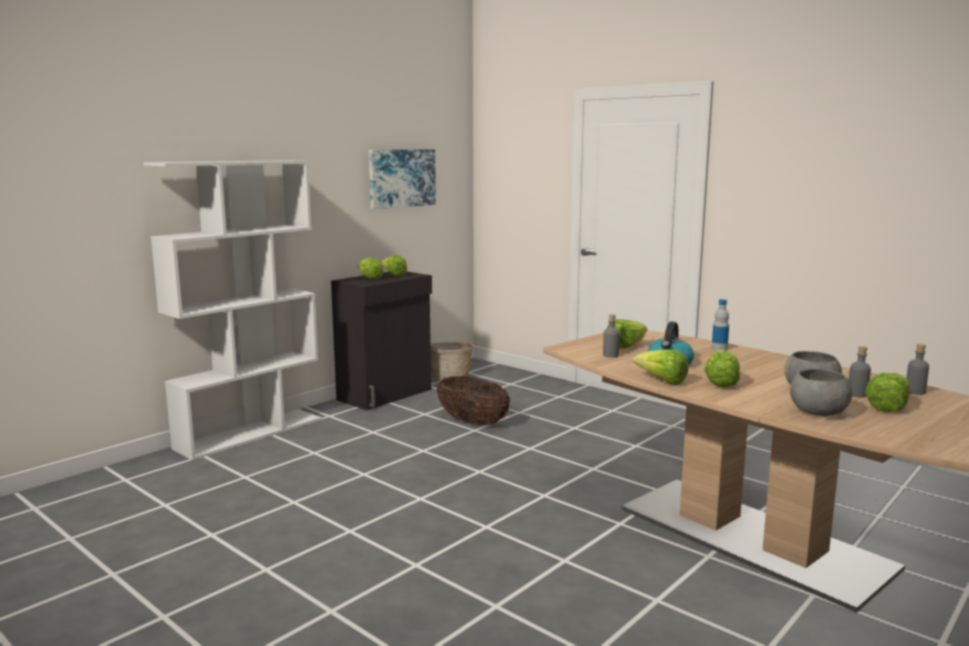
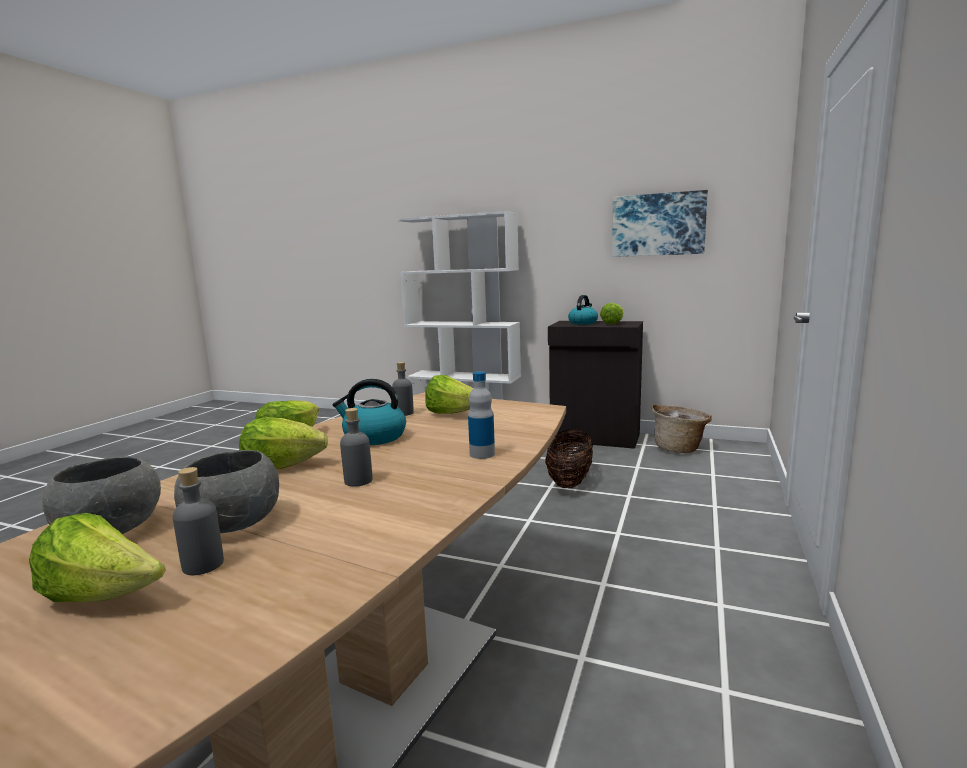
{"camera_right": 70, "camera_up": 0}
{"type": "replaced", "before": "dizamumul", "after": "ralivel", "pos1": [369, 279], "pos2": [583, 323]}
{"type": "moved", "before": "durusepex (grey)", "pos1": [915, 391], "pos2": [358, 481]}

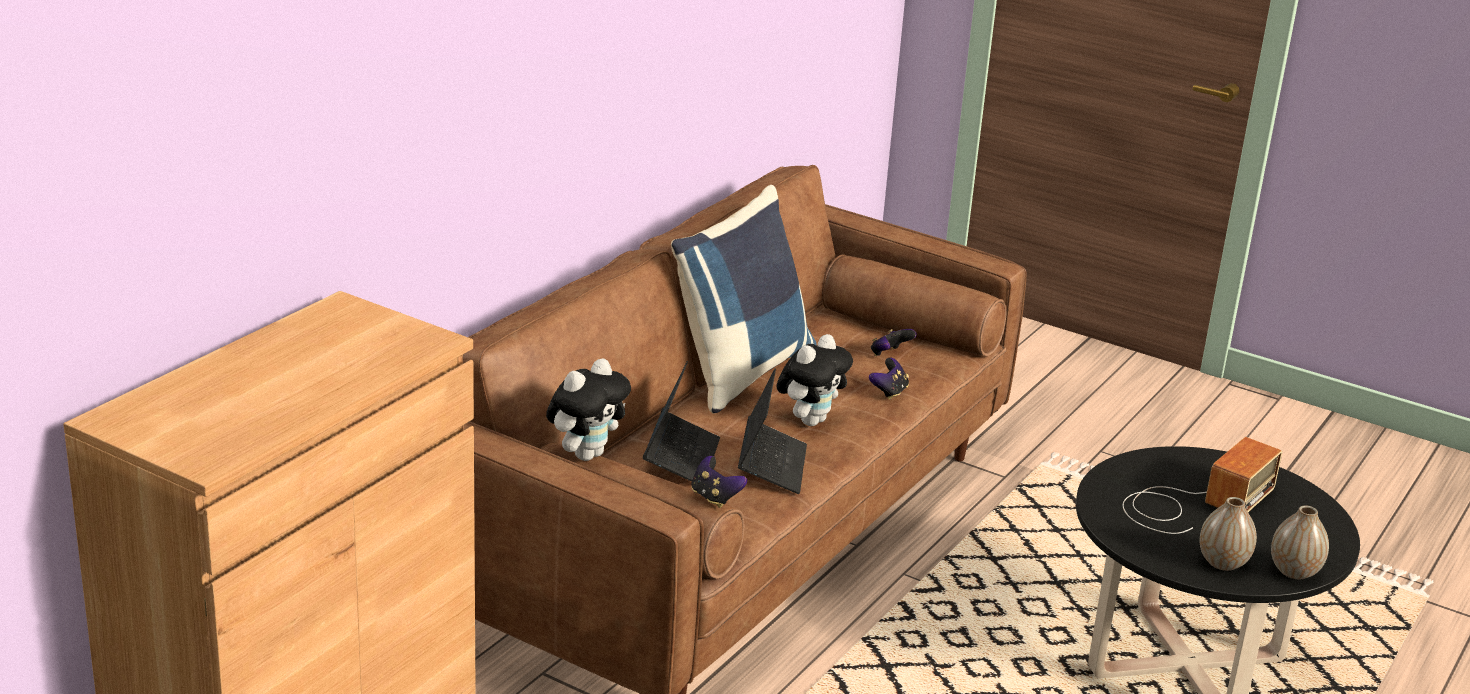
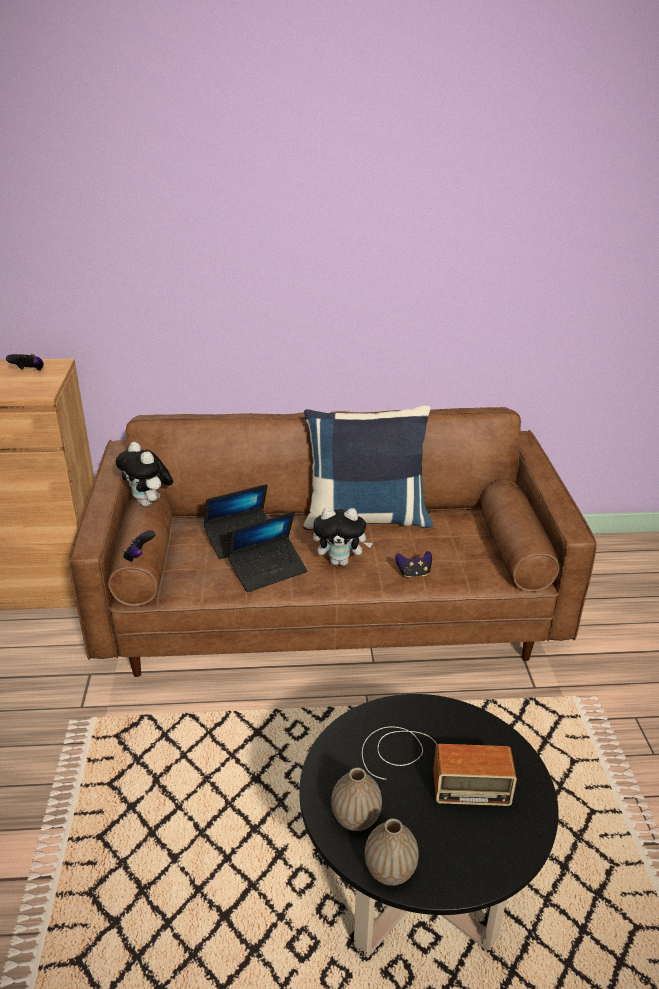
{"camera_right": 55, "camera_up": 5}
{"type": "moved", "before": "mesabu", "pos1": [889, 355], "pos2": [29, 371]}
{"type": "turned", "before": "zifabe", "pos1": [587, 454], "pos2": [149, 503], "turn": 45}

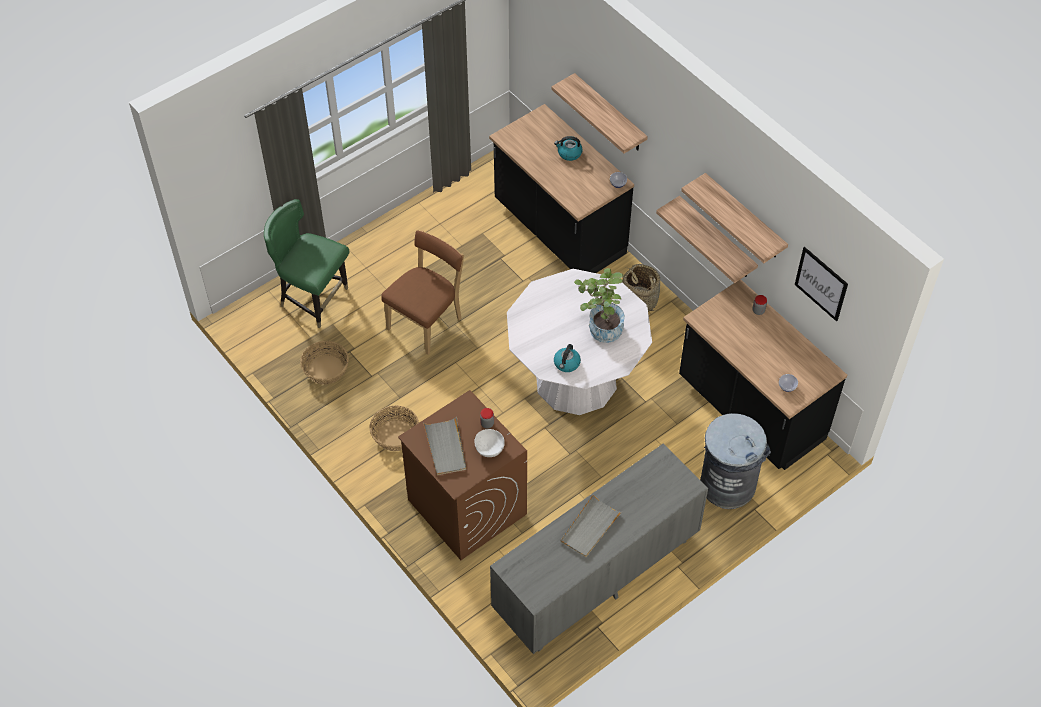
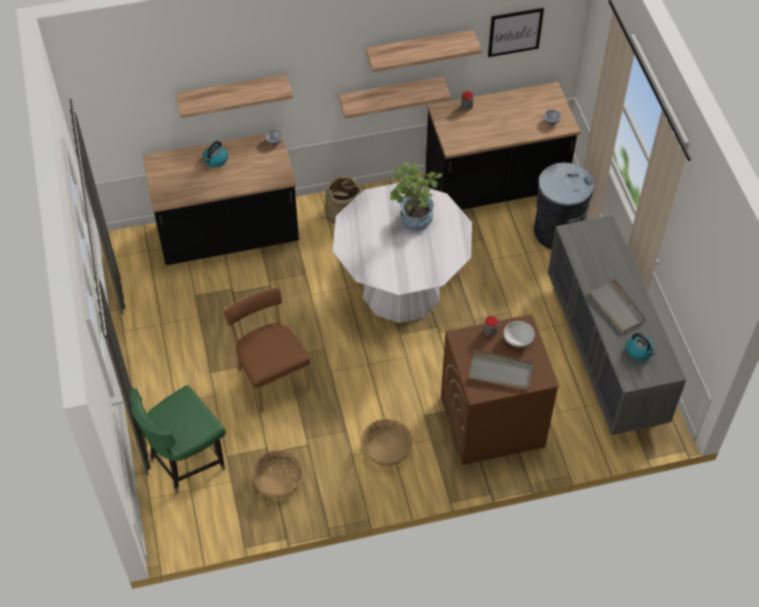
{"camera_right": -65, "camera_up": 0}
{"type": "moved", "before": "ralivel", "pos1": [566, 364], "pos2": [639, 351]}

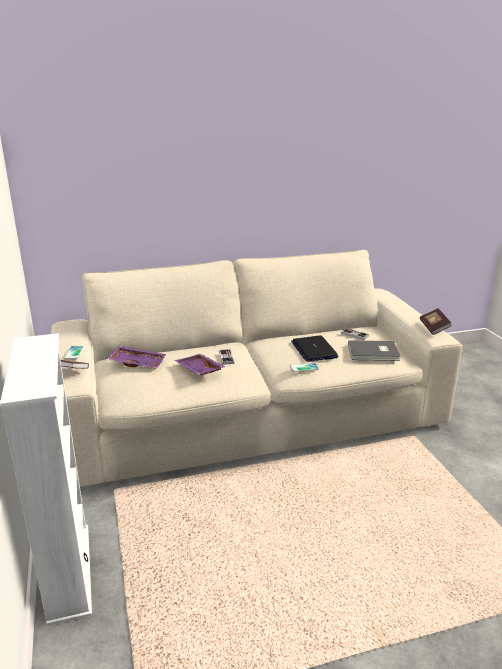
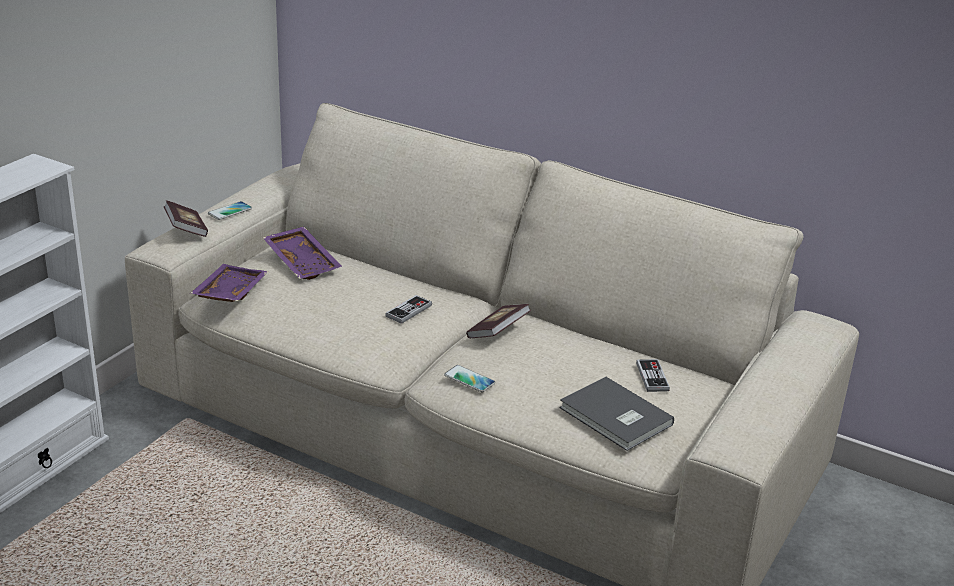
{"camera_right": 45, "camera_up": 5}
{"type": "moved", "before": "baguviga", "pos1": [434, 328], "pos2": [497, 332]}
{"type": "removed", "before": "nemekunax", "pos1": [314, 349]}
{"type": "moved", "before": "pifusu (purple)", "pos1": [198, 371], "pos2": [229, 293]}

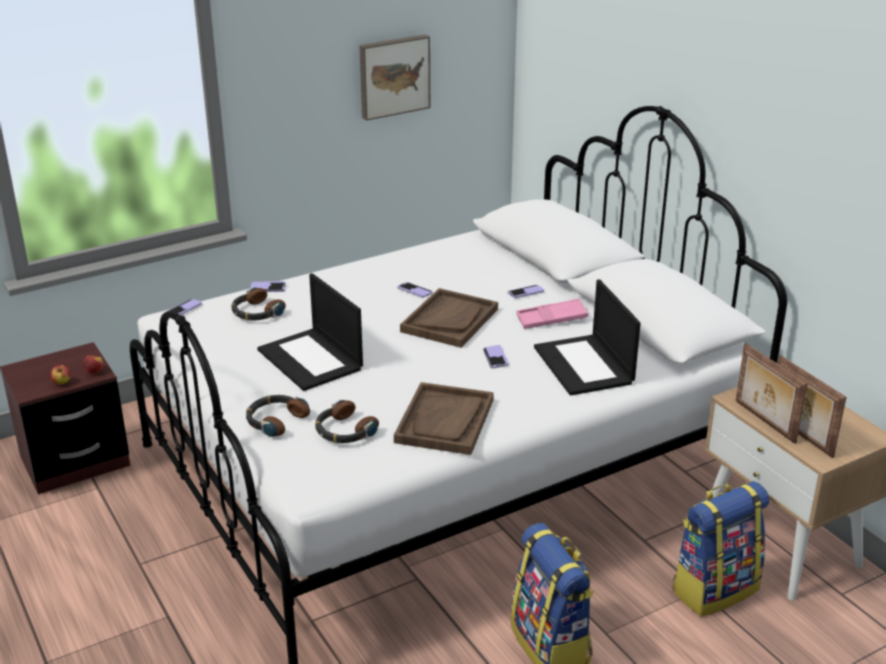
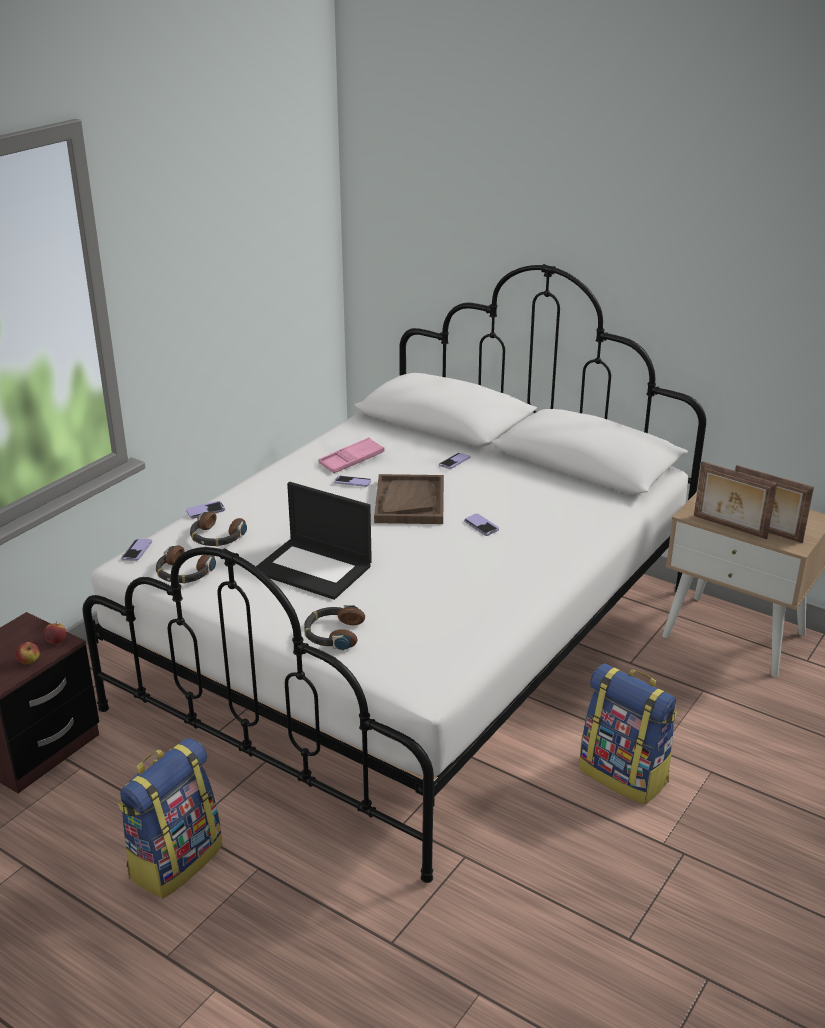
{"camera_right": -25, "camera_up": 0}
{"type": "removed", "before": "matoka", "pos1": [393, 76]}
{"type": "removed", "before": "nemekunax", "pos1": [584, 365]}
{"type": "moved", "before": "pifusu (pink)", "pos1": [551, 319], "pos2": [351, 460]}
{"type": "removed", "before": "pifusu (brown)", "pos1": [445, 421]}
{"type": "moved", "before": "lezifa", "pos1": [344, 431], "pos2": [184, 573]}
{"type": "moved", "before": "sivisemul", "pos1": [714, 589], "pos2": [175, 860]}

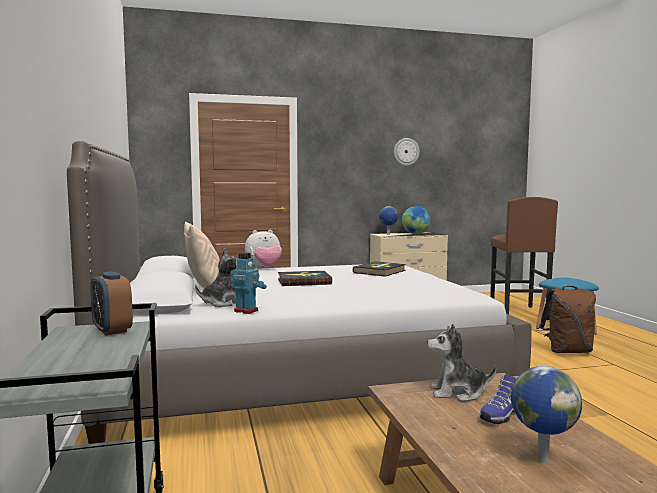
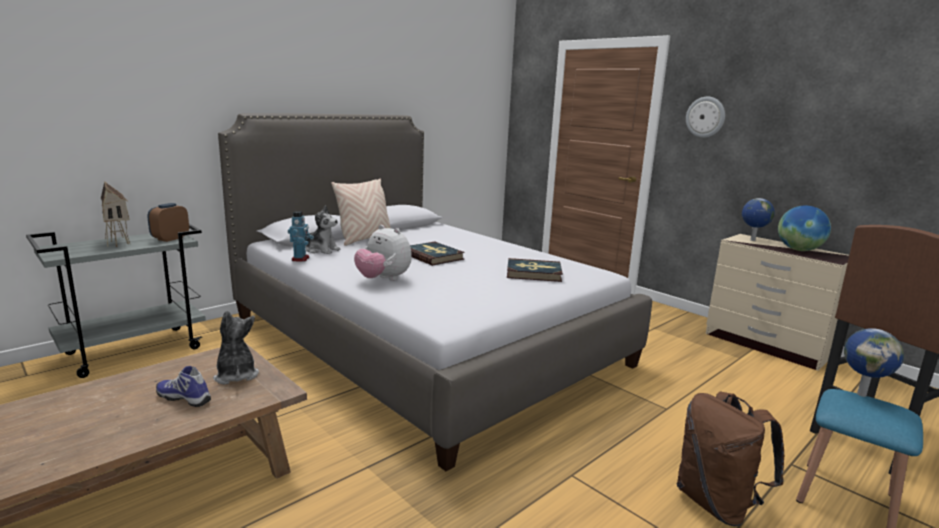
{"camera_right": 60, "camera_up": 10}
{"type": "moved", "before": "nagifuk", "pos1": [406, 152], "pos2": [705, 117]}
{"type": "moved", "before": "zifabe", "pos1": [264, 268], "pos2": [383, 279]}
{"type": "moved", "before": "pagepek", "pos1": [541, 459], "pos2": [861, 394]}
{"type": "added", "after": "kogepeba", "pos2": [119, 242]}

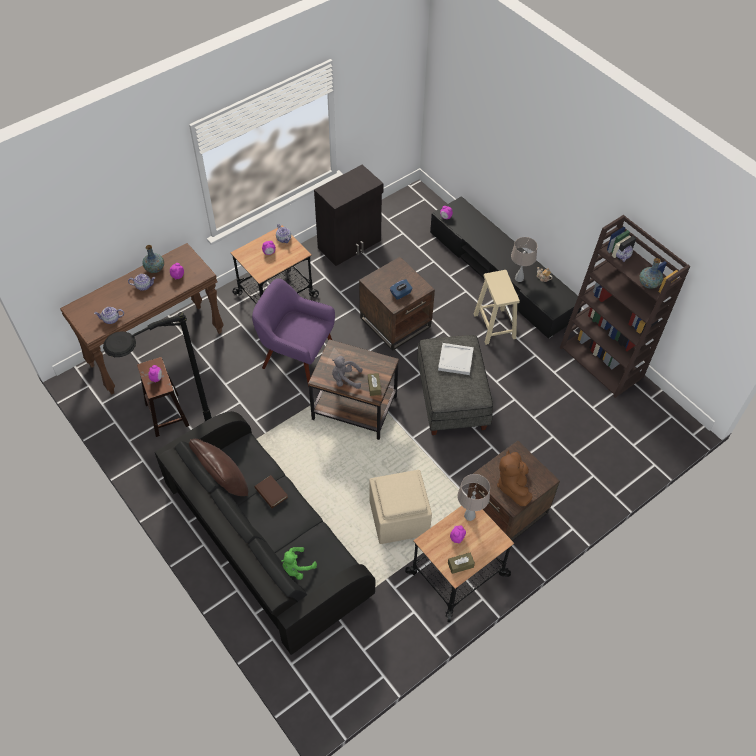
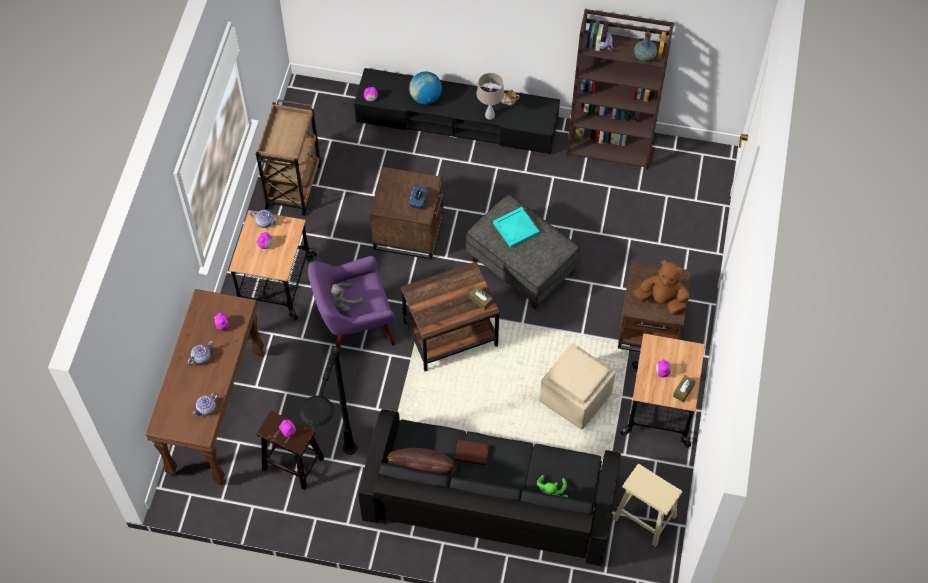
{"camera_right": -40, "camera_up": 5}
{"type": "replaced", "before": "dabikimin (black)", "after": "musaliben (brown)", "pos1": [350, 244], "pos2": [293, 185]}
{"type": "removed", "before": "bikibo", "pos1": [155, 268]}
{"type": "moved", "before": "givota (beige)", "pos1": [494, 325], "pos2": [643, 517]}
{"type": "recoloured", "before": "pifusu (white)", "after": "pifusu (turquoise)", "pos1": [455, 360], "pos2": [516, 229]}
{"type": "moved", "before": "zifabe (grey)", "pos1": [345, 379], "pos2": [343, 303]}
{"type": "turned", "before": "zifabe (brown)", "pos1": [513, 486], "pos2": [662, 300], "turn": 150}
{"type": "removed", "before": "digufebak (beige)", "pos1": [470, 515]}
{"type": "added", "after": "pagepek", "pos2": [425, 98]}

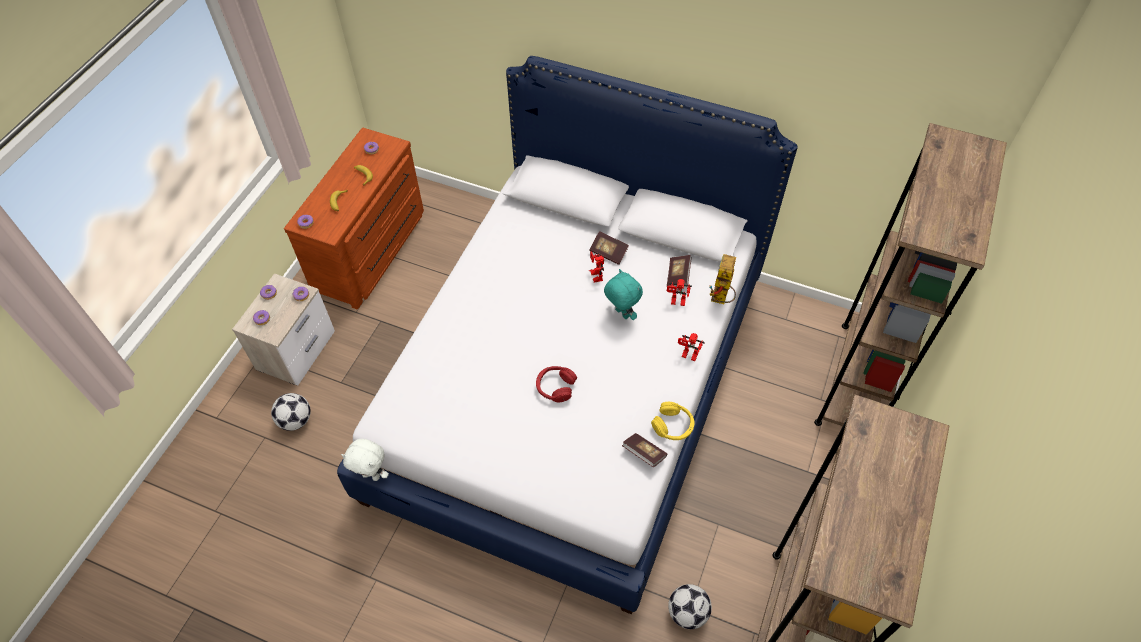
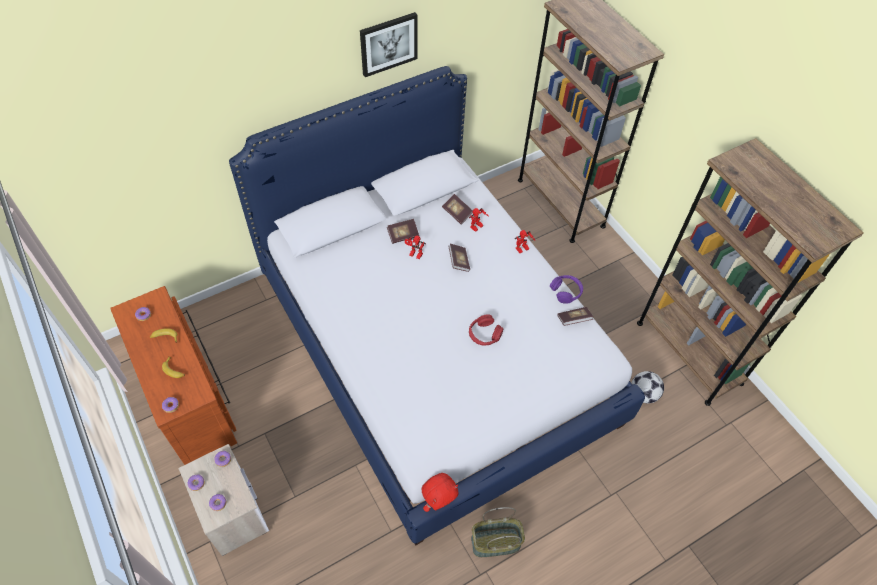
{"camera_right": -55, "camera_up": 0}
{"type": "removed", "before": "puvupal", "pos1": [720, 300]}
{"type": "replaced", "before": "zifabe (turquoise)", "after": "baguviga", "pos1": [621, 314], "pos2": [458, 261]}
{"type": "removed", "before": "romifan", "pos1": [295, 420]}
{"type": "recoloured", "before": "lezifa (yellow)", "after": "lezifa (purple)", "pos1": [673, 426], "pos2": [566, 291]}
{"type": "recoloured", "before": "zifabe (white)", "after": "zifabe (red)", "pos1": [372, 475], "pos2": [439, 503]}
{"type": "added", "after": "matoka", "pos2": [388, 43]}
{"type": "added", "after": "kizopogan", "pos2": [495, 543]}

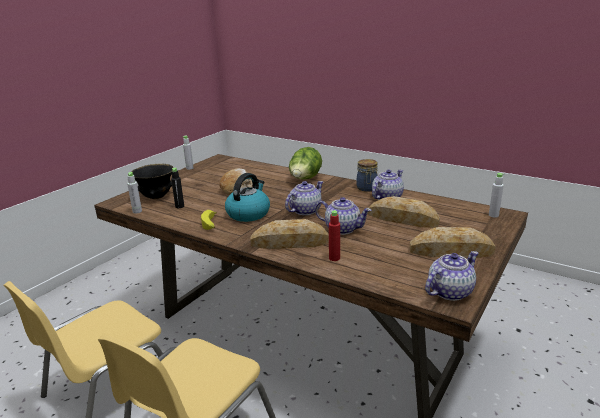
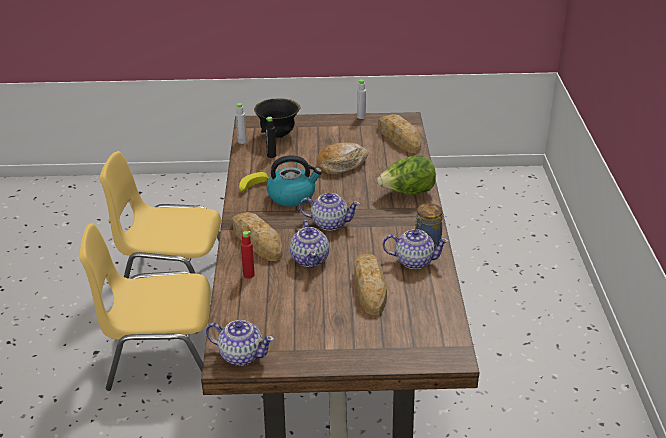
{"camera_right": 55, "camera_up": 10}
{"type": "removed", "before": "durusepex (grey)", "pos1": [493, 215]}
{"type": "moved", "before": "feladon", "pos1": [451, 251], "pos2": [399, 137]}

